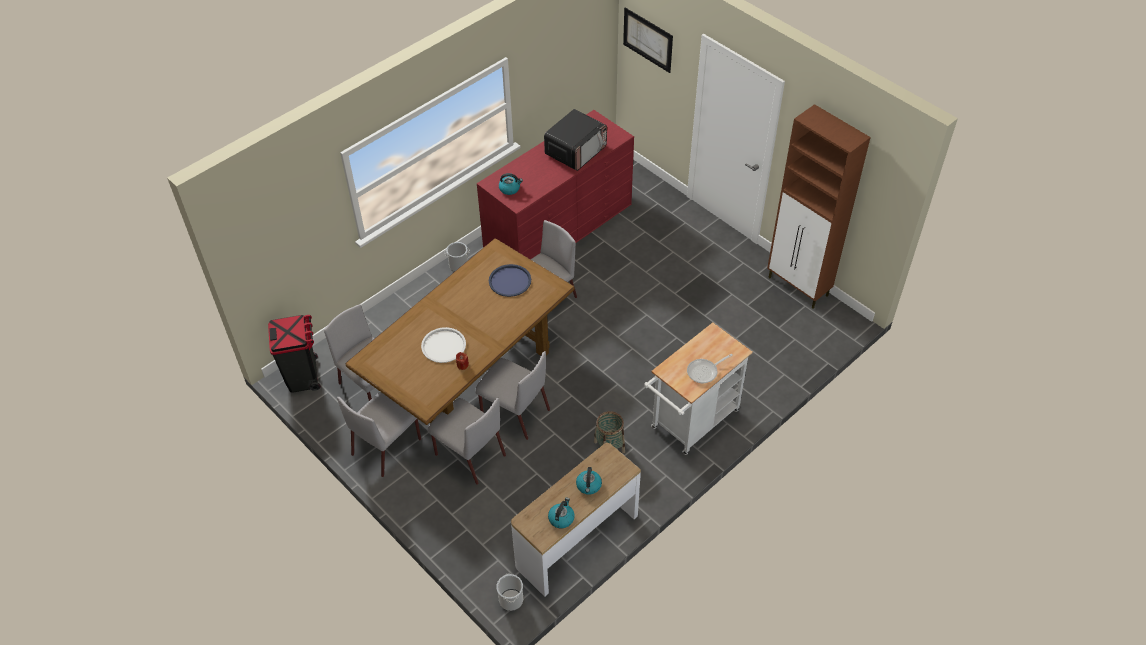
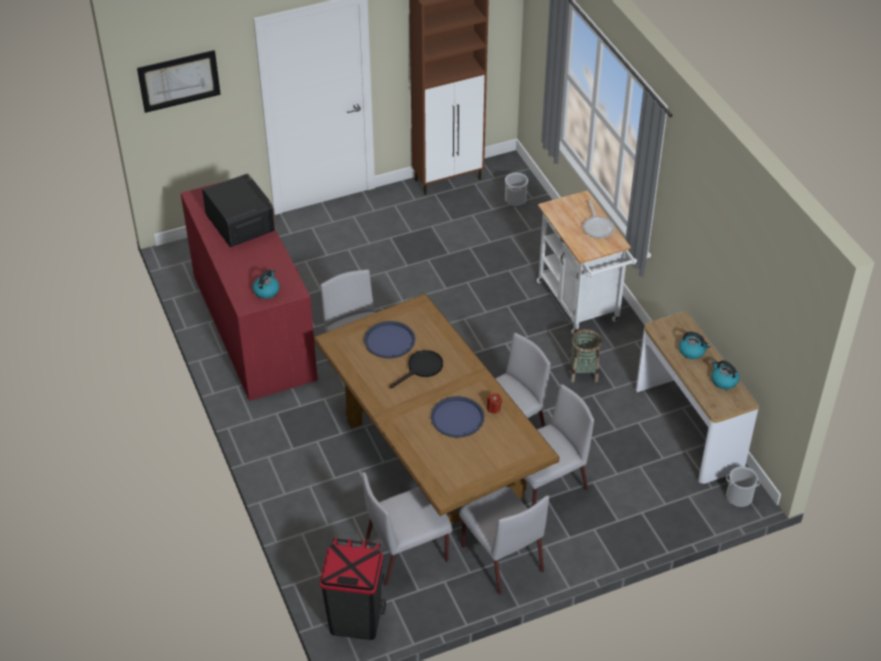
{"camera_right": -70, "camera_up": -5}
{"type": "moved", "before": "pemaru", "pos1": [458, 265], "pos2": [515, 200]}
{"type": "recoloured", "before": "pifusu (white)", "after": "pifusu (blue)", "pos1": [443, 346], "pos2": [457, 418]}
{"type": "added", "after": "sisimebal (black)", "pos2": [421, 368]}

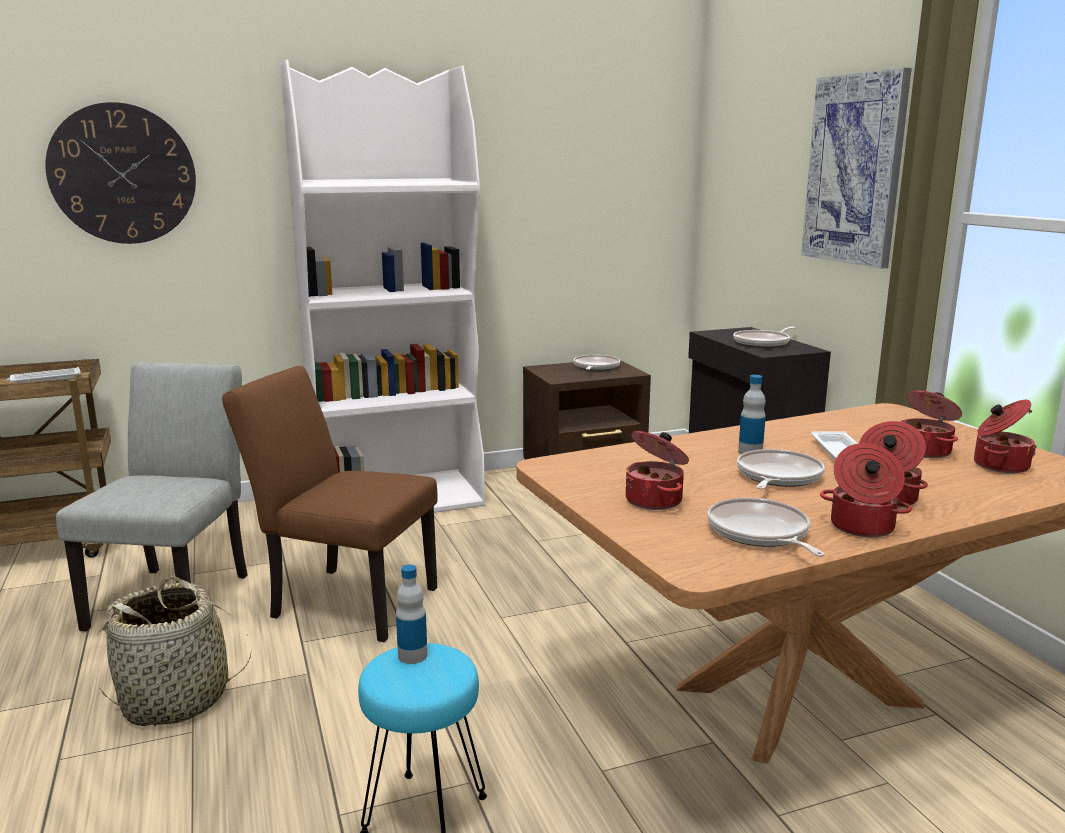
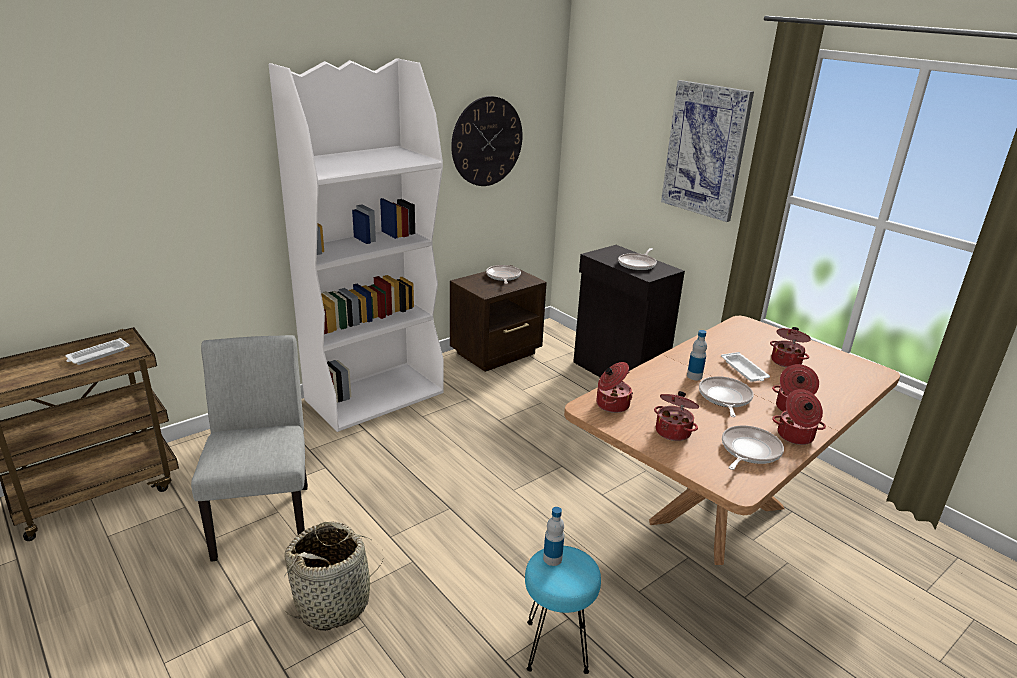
{"camera_right": -20, "camera_up": 10}
{"type": "moved", "before": "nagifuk", "pos1": [123, 174], "pos2": [487, 141]}
{"type": "removed", "before": "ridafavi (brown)", "pos1": [344, 600]}
{"type": "moved", "before": "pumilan", "pos1": [999, 465], "pos2": [611, 404]}
{"type": "turned", "before": "sisimebal", "pos1": [760, 533], "pos2": [749, 451], "turn": 75}

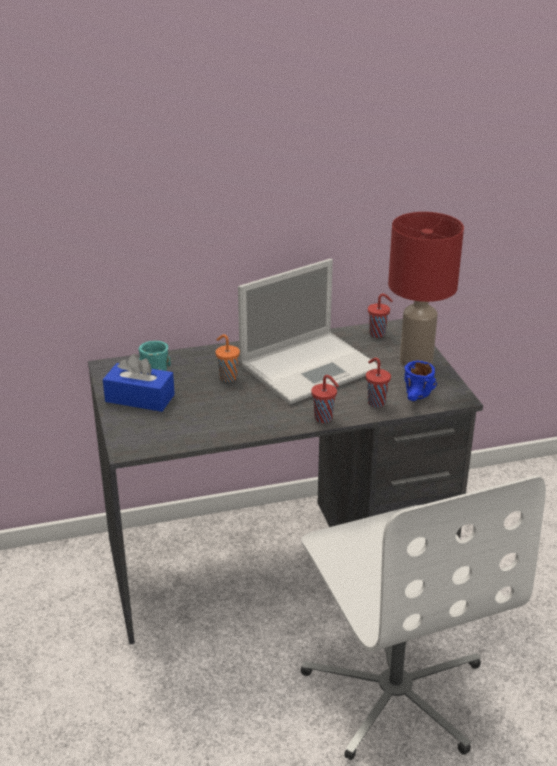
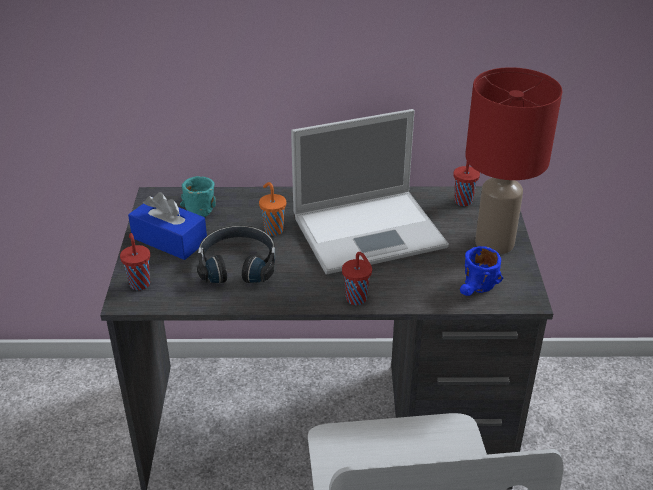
{"camera_right": 15, "camera_up": 5}
{"type": "moved", "before": "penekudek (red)", "pos1": [375, 402], "pos2": [139, 283]}
{"type": "added", "after": "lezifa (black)", "pos2": [238, 264]}

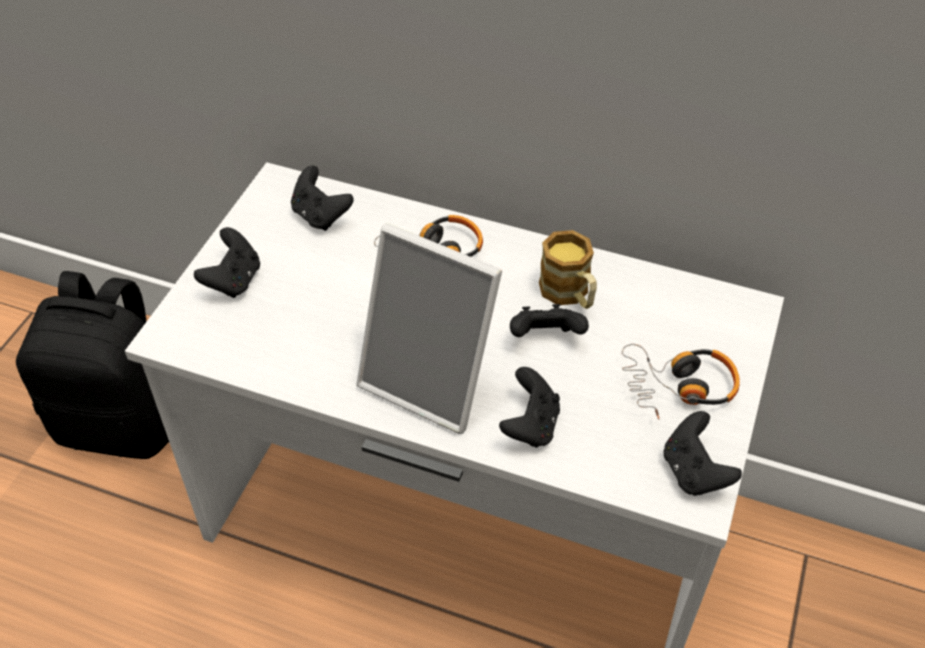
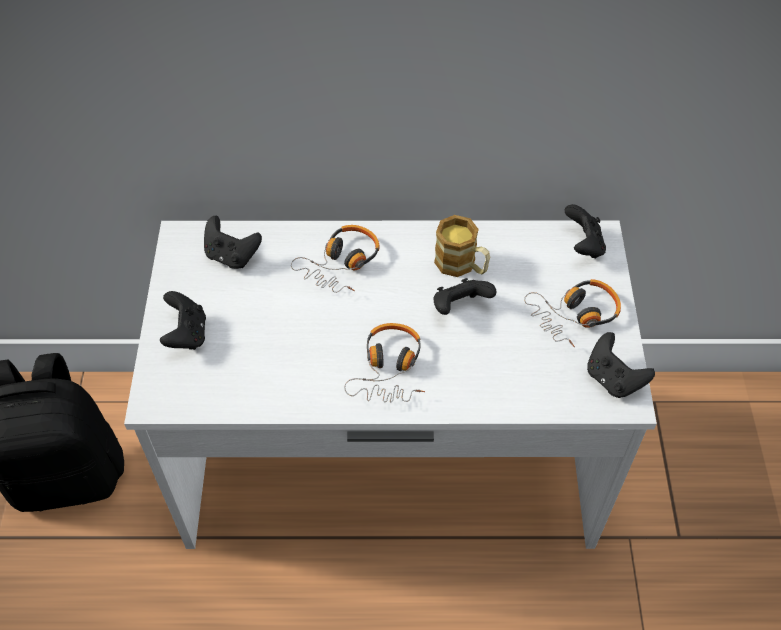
{"camera_right": -20, "camera_up": 5}
{"type": "replaced", "before": "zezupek", "after": "lezifa", "pos1": [432, 380], "pos2": [389, 369]}
{"type": "moved", "before": "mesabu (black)", "pos1": [530, 425], "pos2": [583, 245]}

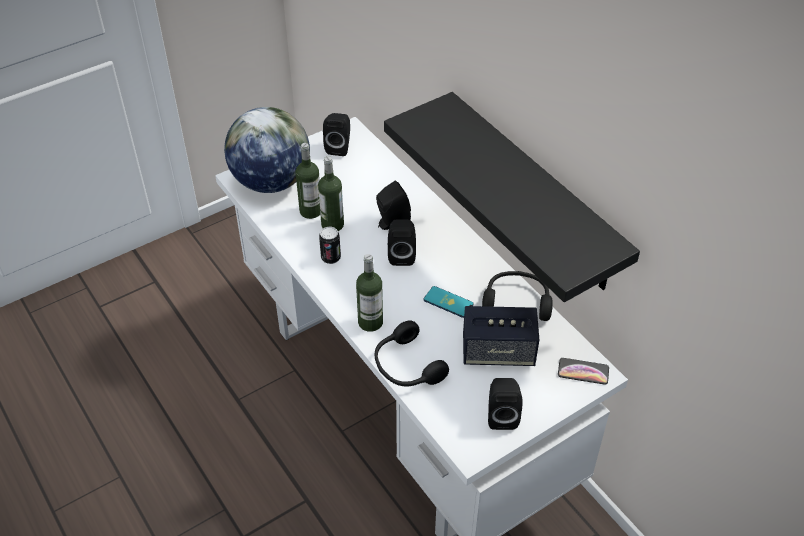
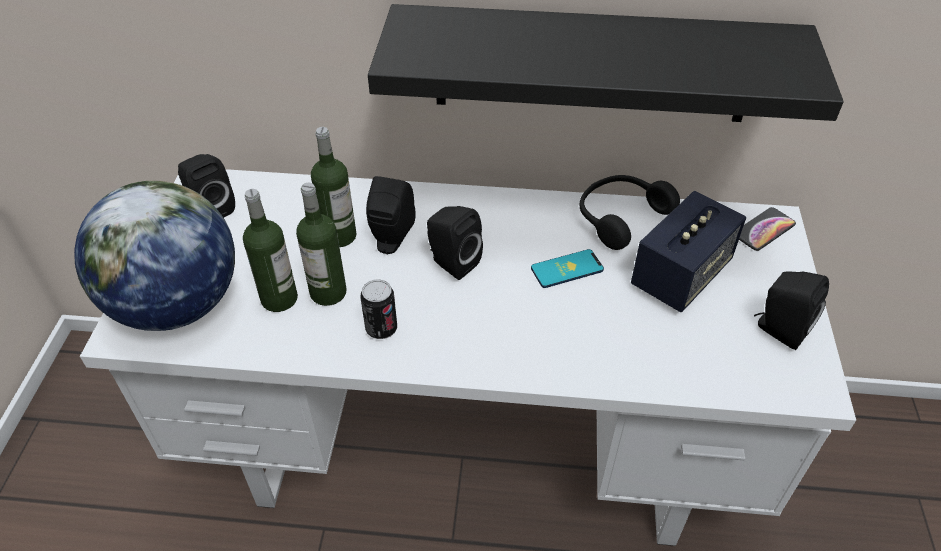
{"camera_right": -50, "camera_up": 0}
{"type": "moved", "before": "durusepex", "pos1": [370, 322], "pos2": [339, 236]}
{"type": "removed", "before": "lezifa (black)", "pos1": [406, 366]}

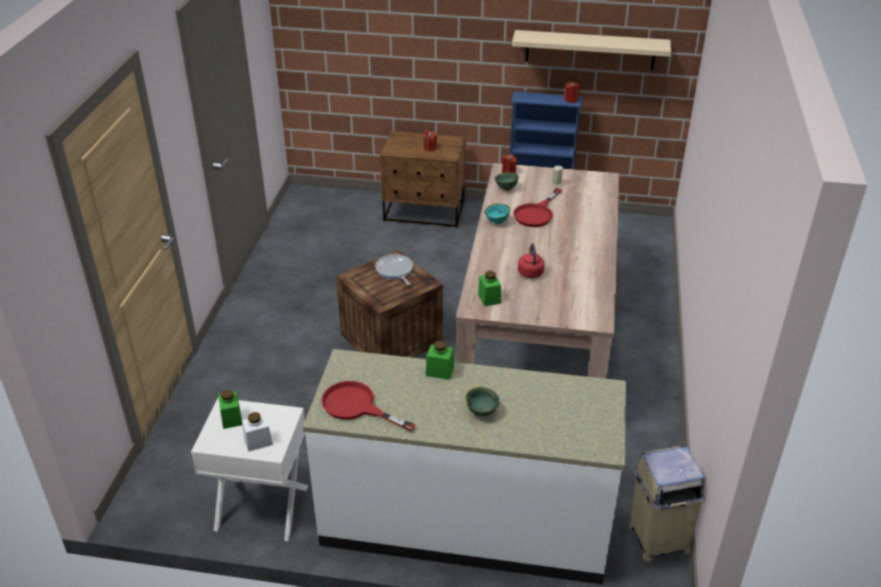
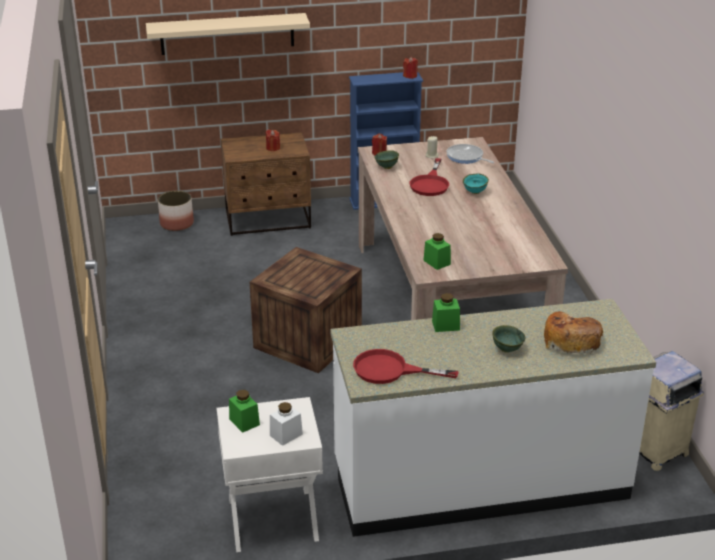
{"camera_right": -20, "camera_up": -5}
{"type": "moved", "before": "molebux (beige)", "pos1": [590, 50], "pos2": [227, 34]}
{"type": "moved", "before": "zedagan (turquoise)", "pos1": [497, 222], "pos2": [475, 192]}
{"type": "removed", "before": "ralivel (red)", "pos1": [530, 272]}
{"type": "moved", "before": "sisimebal", "pos1": [395, 270], "pos2": [466, 157]}
{"type": "added", "after": "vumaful", "pos2": [177, 223]}
{"type": "added", "after": "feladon", "pos2": [571, 340]}

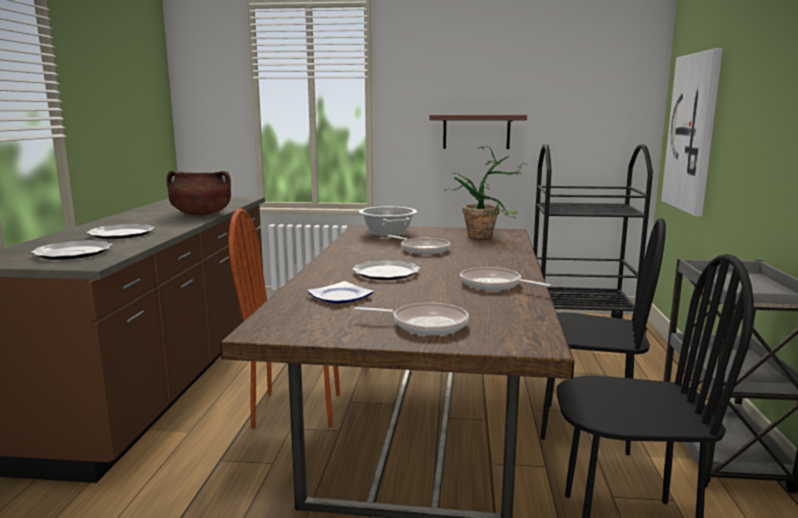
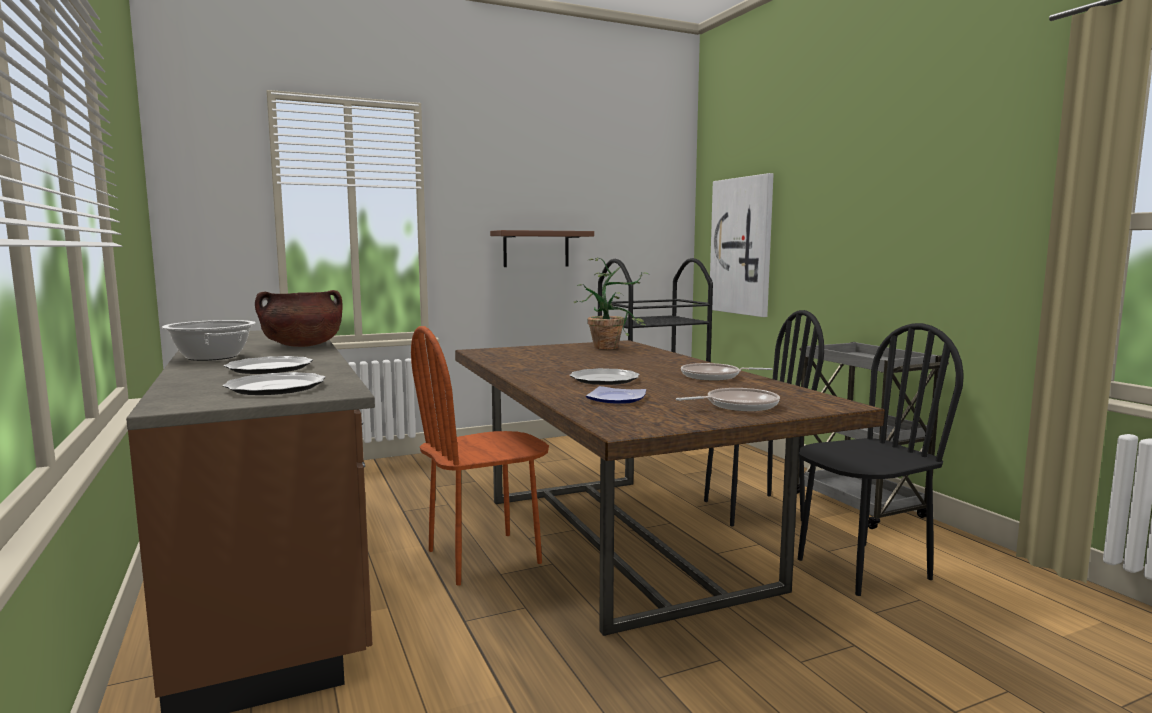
{"camera_right": -30, "camera_up": -5}
{"type": "moved", "before": "pumilan", "pos1": [388, 233], "pos2": [213, 357]}
{"type": "removed", "before": "sisimebal", "pos1": [422, 249]}

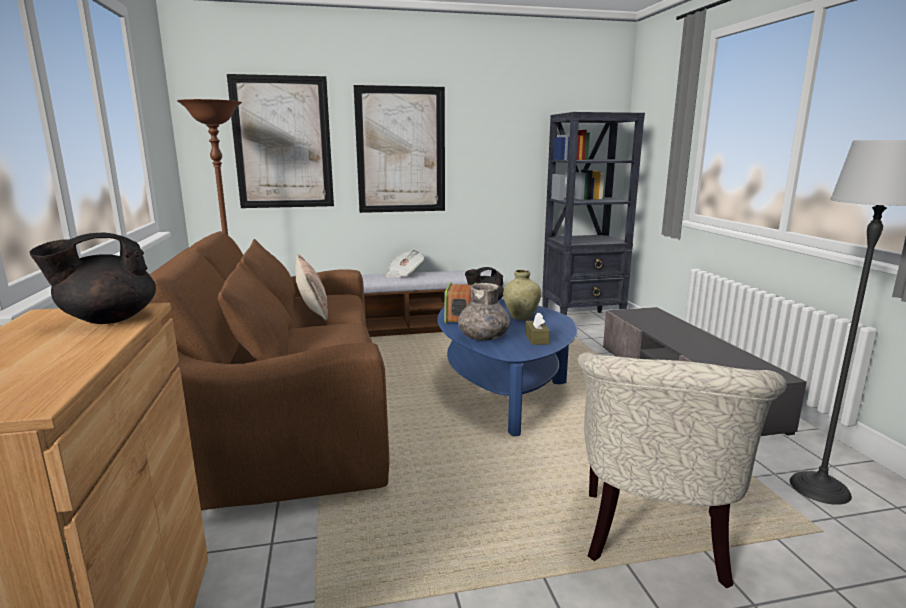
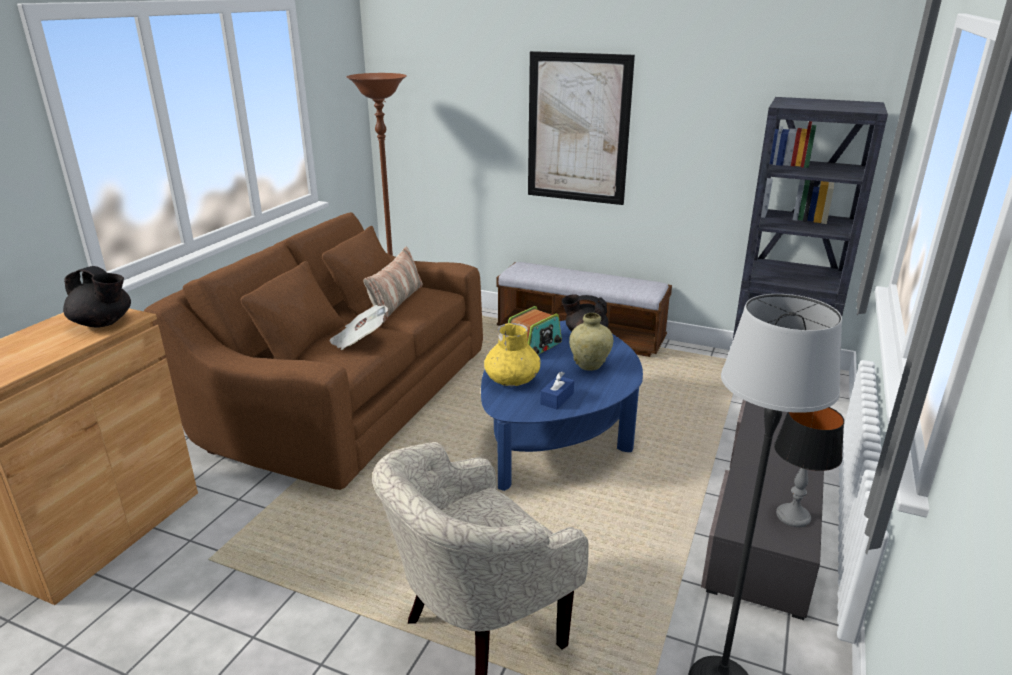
{"camera_right": 35, "camera_up": 10}
{"type": "removed", "before": "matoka", "pos1": [283, 143]}
{"type": "turned", "before": "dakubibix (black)", "pos1": [108, 319], "pos2": [103, 323], "turn": -150}
{"type": "moved", "before": "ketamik", "pos1": [403, 274], "pos2": [359, 341]}
{"type": "recoloured", "before": "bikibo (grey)", "after": "bikibo (yellow)", "pos1": [484, 337], "pos2": [512, 380]}
{"type": "recoloured", "before": "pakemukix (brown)", "after": "pakemukix (blue)", "pos1": [536, 339], "pos2": [557, 399]}
{"type": "added", "after": "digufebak", "pos2": [793, 516]}

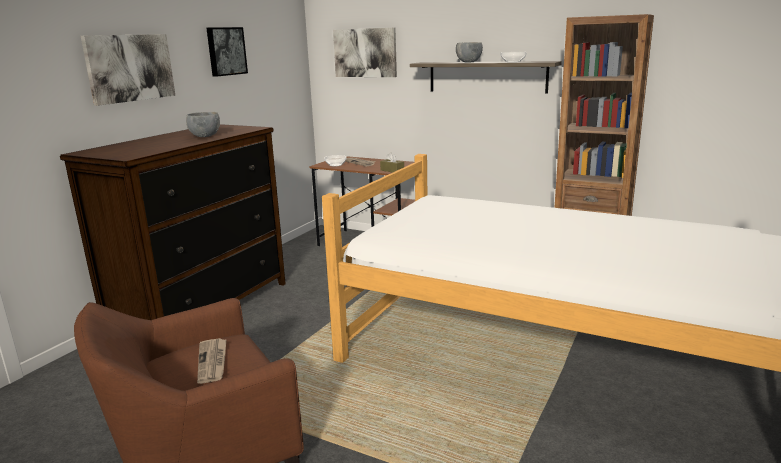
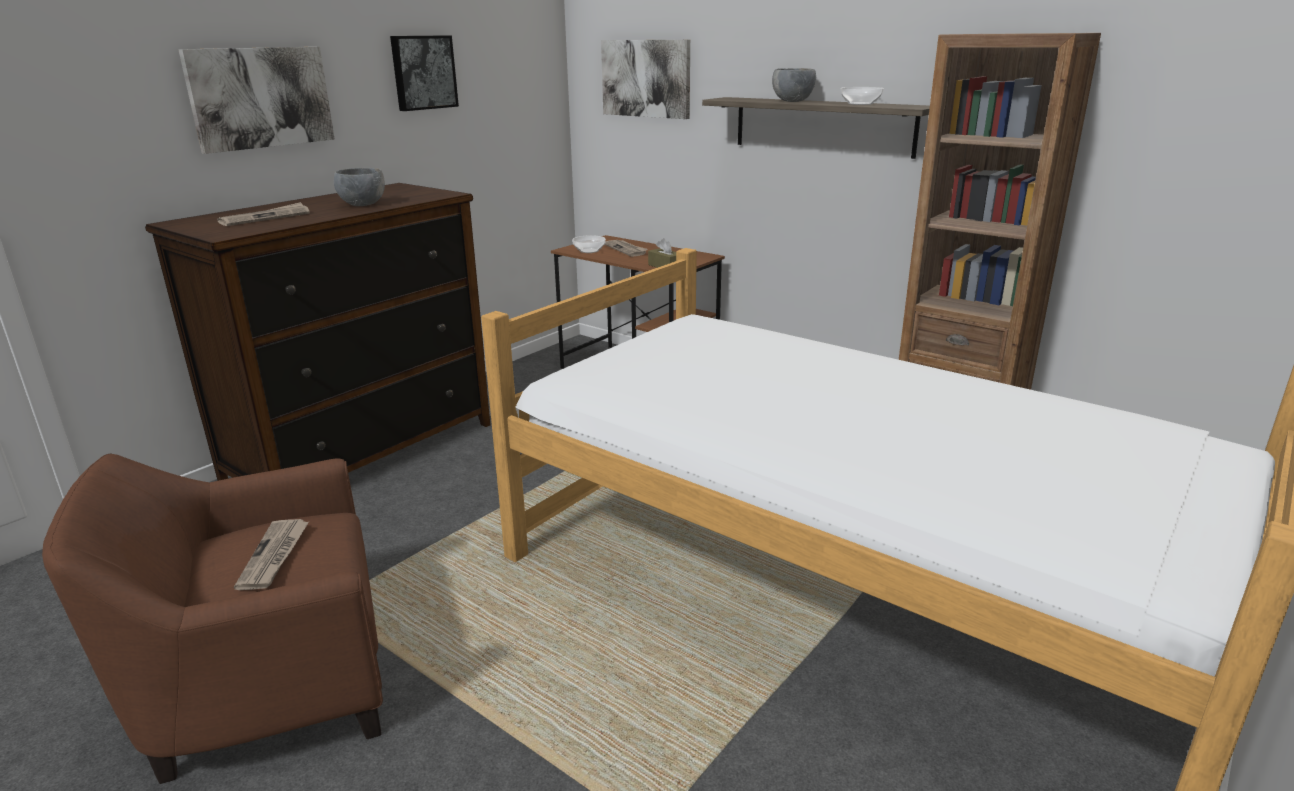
{"camera_right": 10, "camera_up": 5}
{"type": "added", "after": "ketamik", "pos2": [265, 218]}

